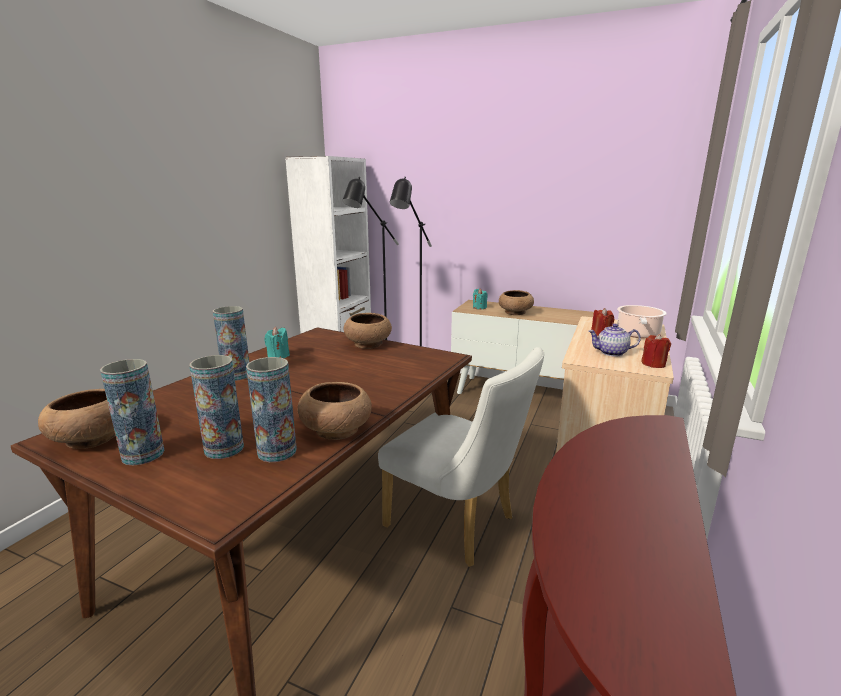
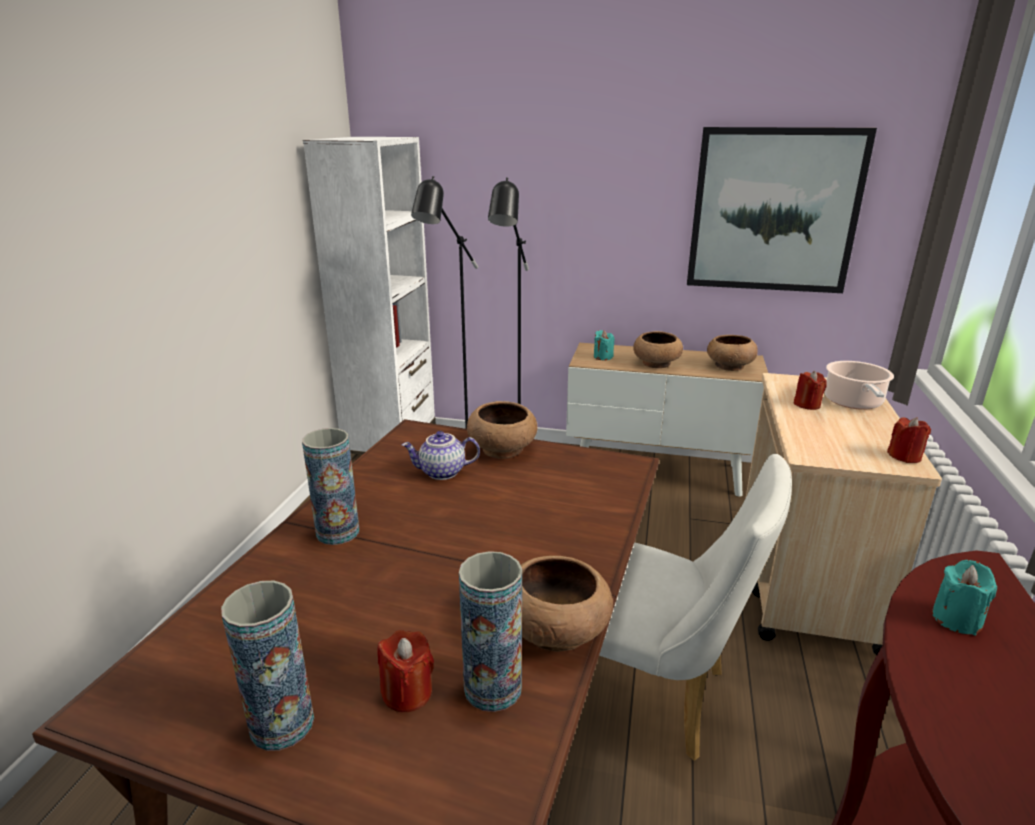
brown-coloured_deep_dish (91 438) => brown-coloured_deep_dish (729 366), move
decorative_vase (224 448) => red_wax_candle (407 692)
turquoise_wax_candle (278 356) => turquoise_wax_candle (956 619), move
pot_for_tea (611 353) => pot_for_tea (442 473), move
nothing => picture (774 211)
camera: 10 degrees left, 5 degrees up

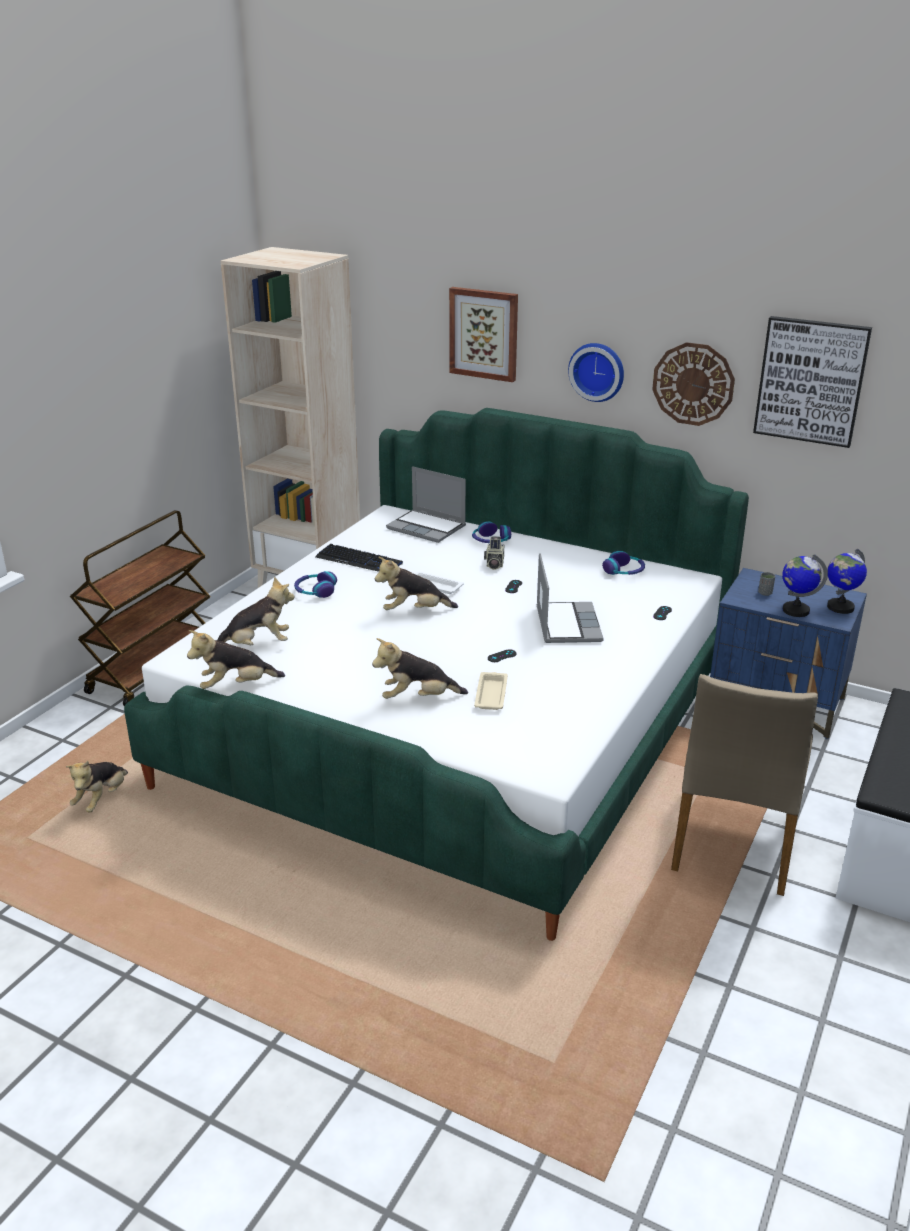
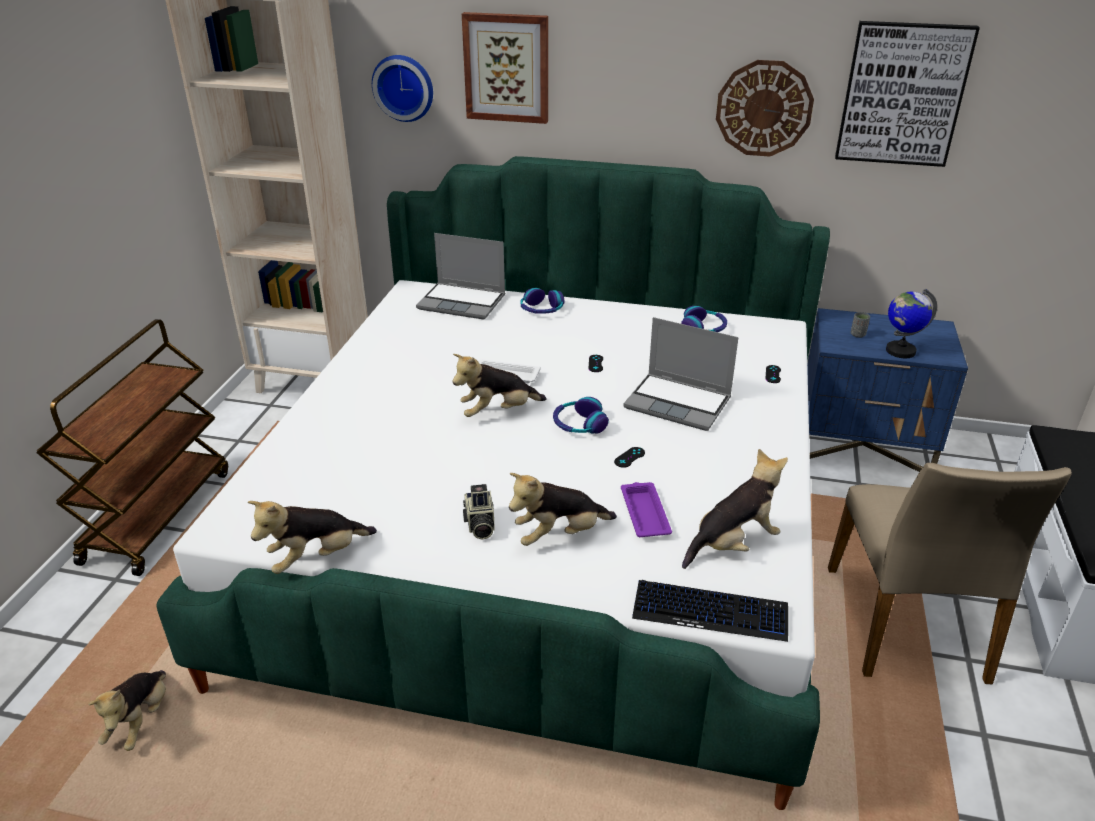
plush_toy (257 645) => plush_toy (733 543), move
pair_of_headphones (315 591) => pair_of_headphones (579 424), move
keyboard (359 561) => keyboard (710 612), move
beige-coloured_tray (491 694) => purple_tray (644 513)
photo_camera (494 564) => photo_camera (479 525), move
portable_computer (566 624) => portable_computer (679 403), 135 degrees clockwise
hanging_clock (597 371) => hanging_clock (404 87), move
desk_globe (840 607) => nothing
camera: 15 degrees left, 5 degrees up

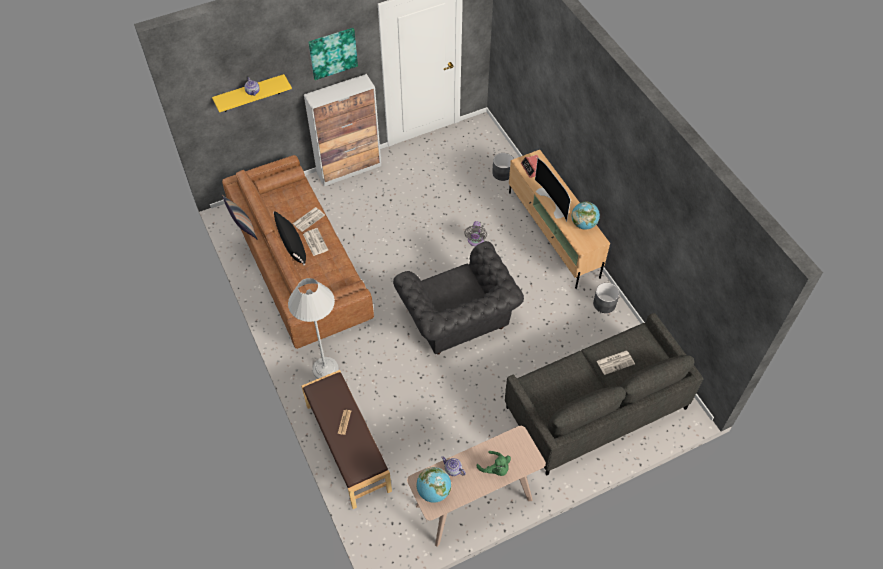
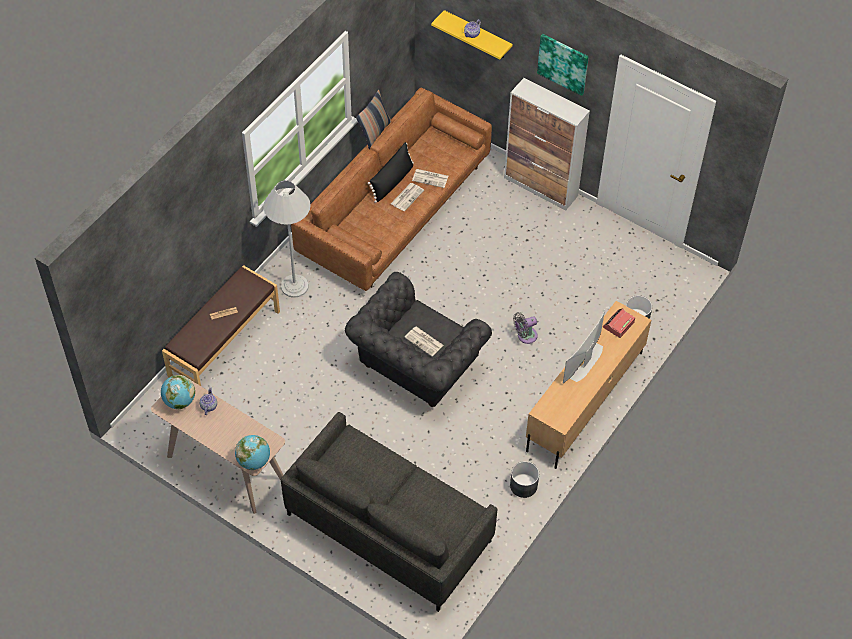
green_plush_toy (495 468) => nothing
desk_globe (583 224) => desk_globe (254 461), move
newspaper (615 362) => newspaper (424 341), move
camera: 60 degrees right, 0 degrees up

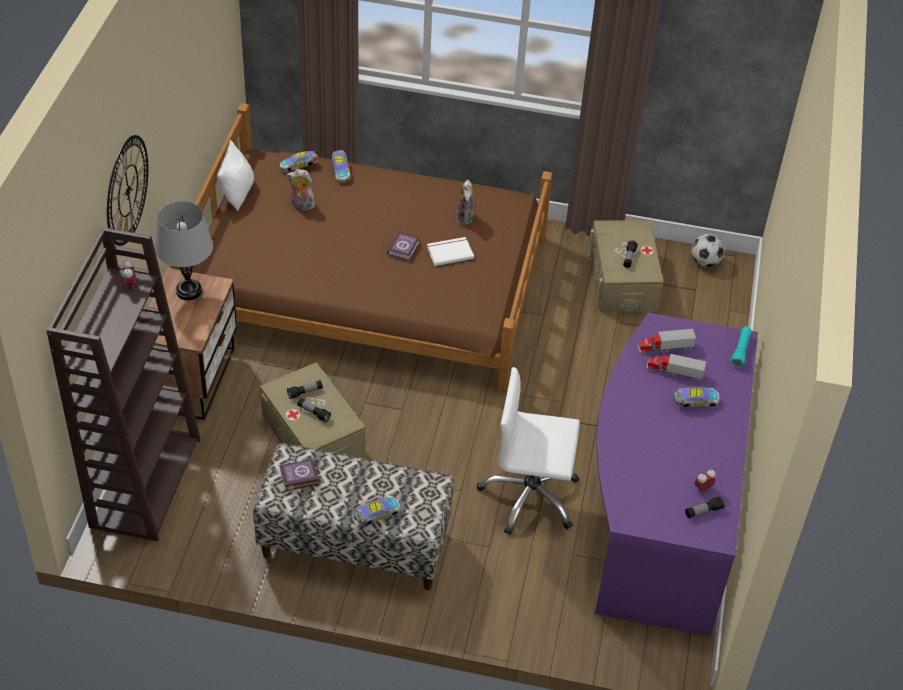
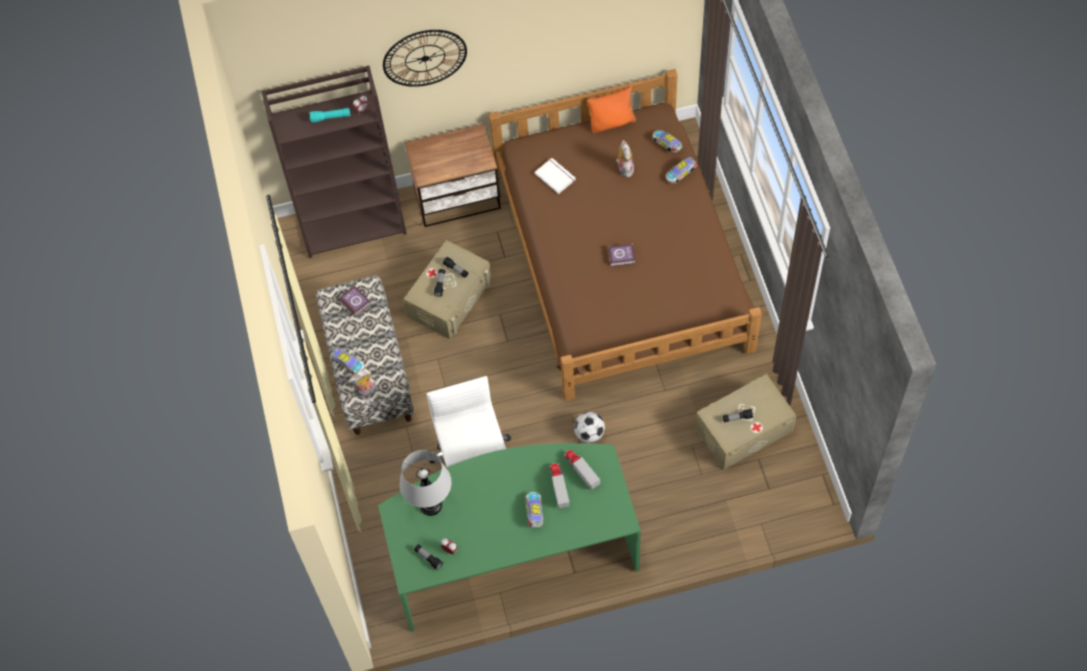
greyish_tabletop_lamp (189 291) => greyish_tabletop_lamp (430 504), move
white_cushion (236 193) => orange-coloured_cushion (612 122)
white_bound_book (449 252) => white_bound_book (555 176), move
plush_toy (466 218) => plush_toy (365 391), move
purple_desk (659 508) => green_desk (512 552)
miniature_car (694 402) => miniature_car (534 513), 150 degrees counterclockwise
football_ball (705 262) => football_ball (589 433), move
turquoise_torch (740 351) => turquoise_torch (330 117), move
camera: 70 degrees right, 15 degrees up

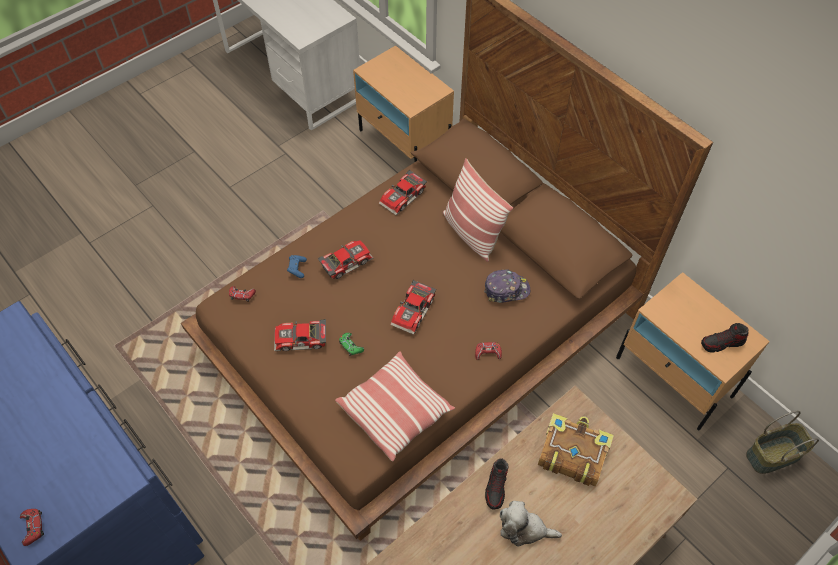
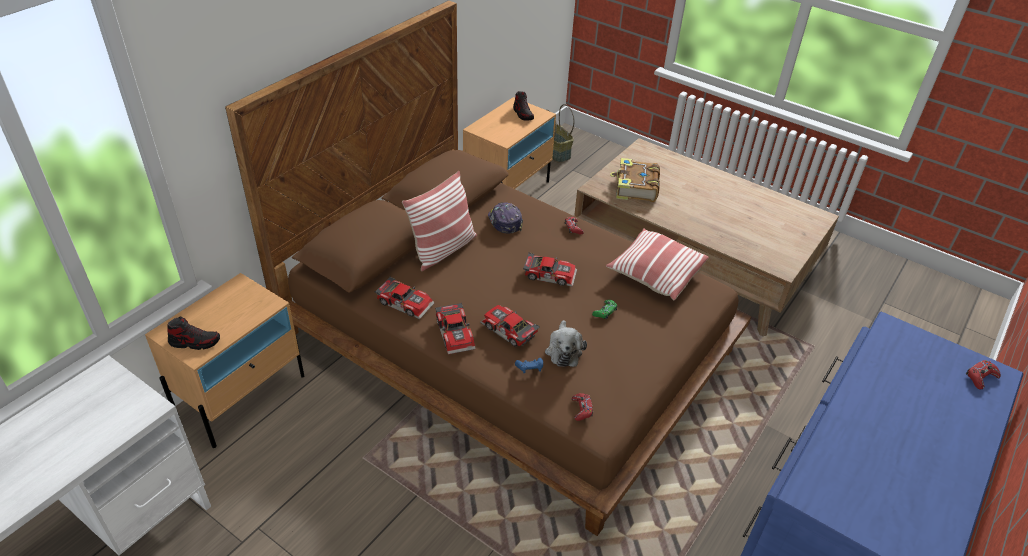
miniature_car (301 340) => miniature_car (456 333), move
low_shoe (496 487) => low_shoe (195 342), move
plush_toy (524 528) => plush_toy (563 350), move
camera: 105 degrees left, 15 degrees down

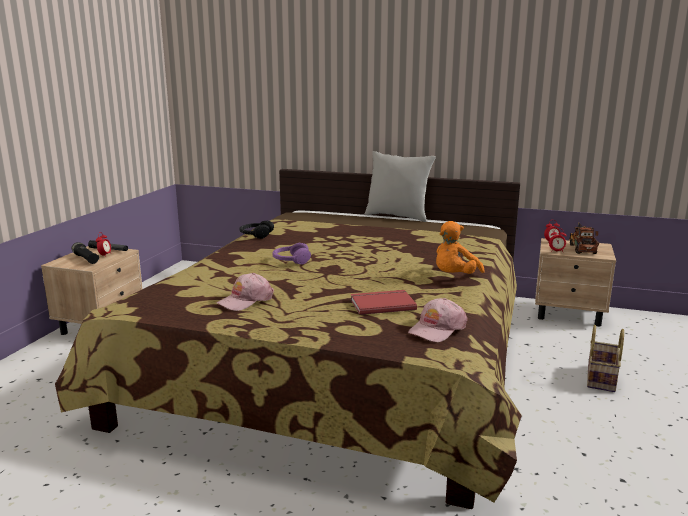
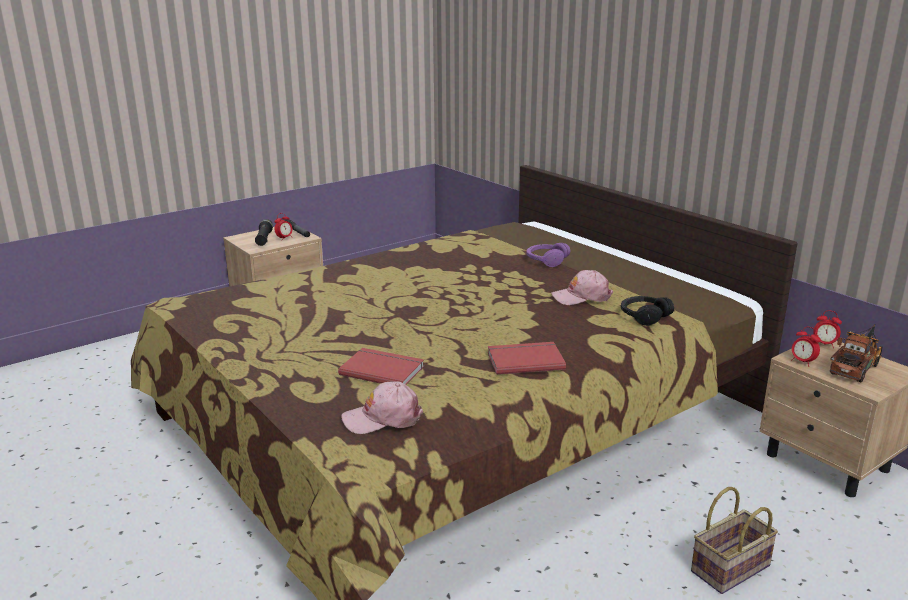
pinkish_baseball_cap (245 300) => pinkish_baseball_cap (581 297), move
black_pair_of_headphones (256 235) => black_pair_of_headphones (644 316), move
purple_pair_of_headphones (291 261) => purple_pair_of_headphones (546 261), move
greyish_cushion (397 216) => nothing
orange-coloured_plush_toy (454 277) => red_bound_book (524 360)
camera: 35 degrees right, 5 degrees up

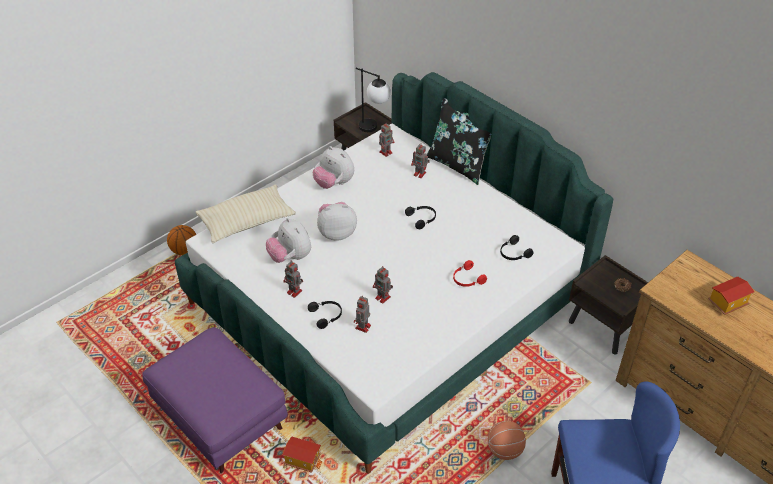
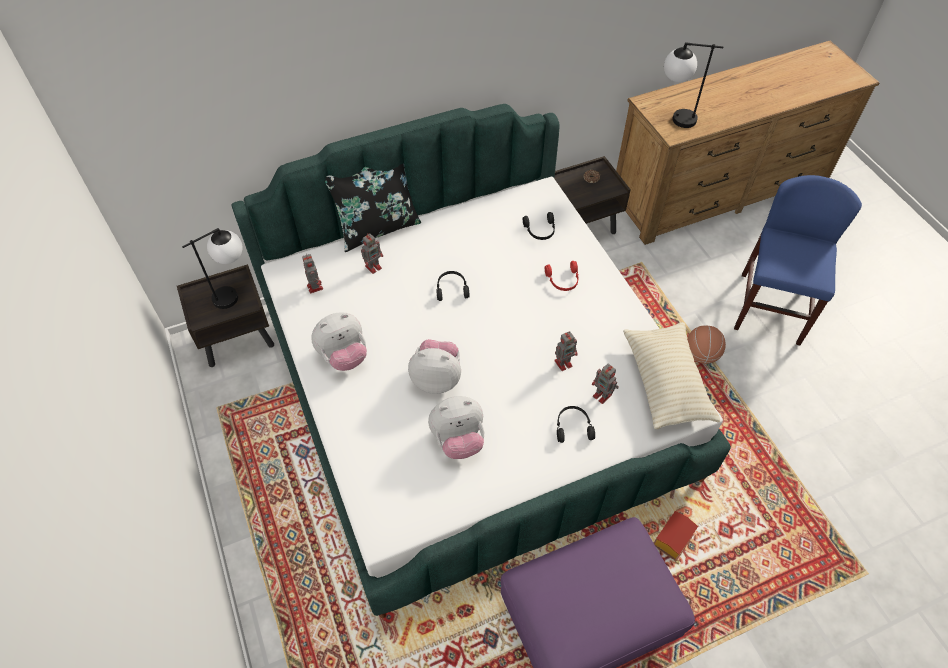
basketball (184 250) => nothing
beige-coloured_cushion (247 222) => beige-coloured_cushion (666 383), move
model_robot (295 292) => nothing
plush_toy (336 233) => plush_toy (437 378), 90 degrees clockwise
miniature_house (727 303) => nothing
nothing => tabletop_lamp (674 119)
camera: 70 degrees left, 10 degrees up

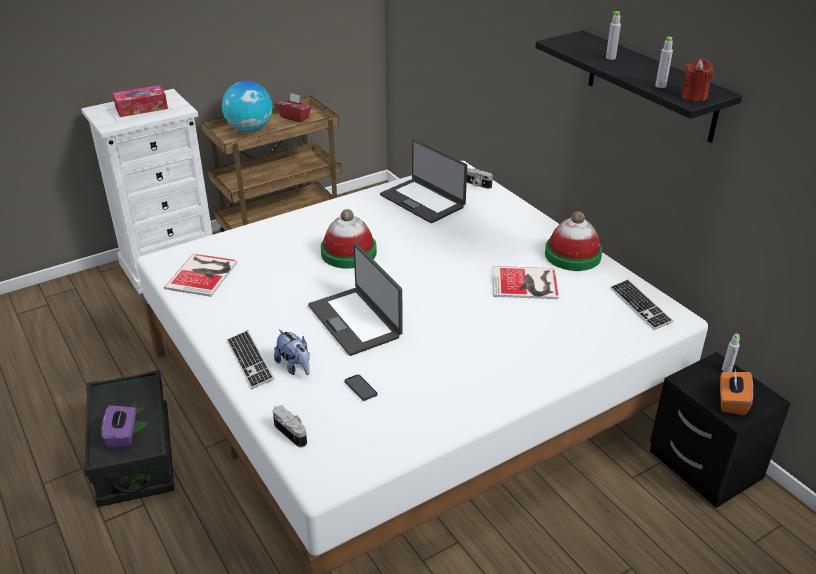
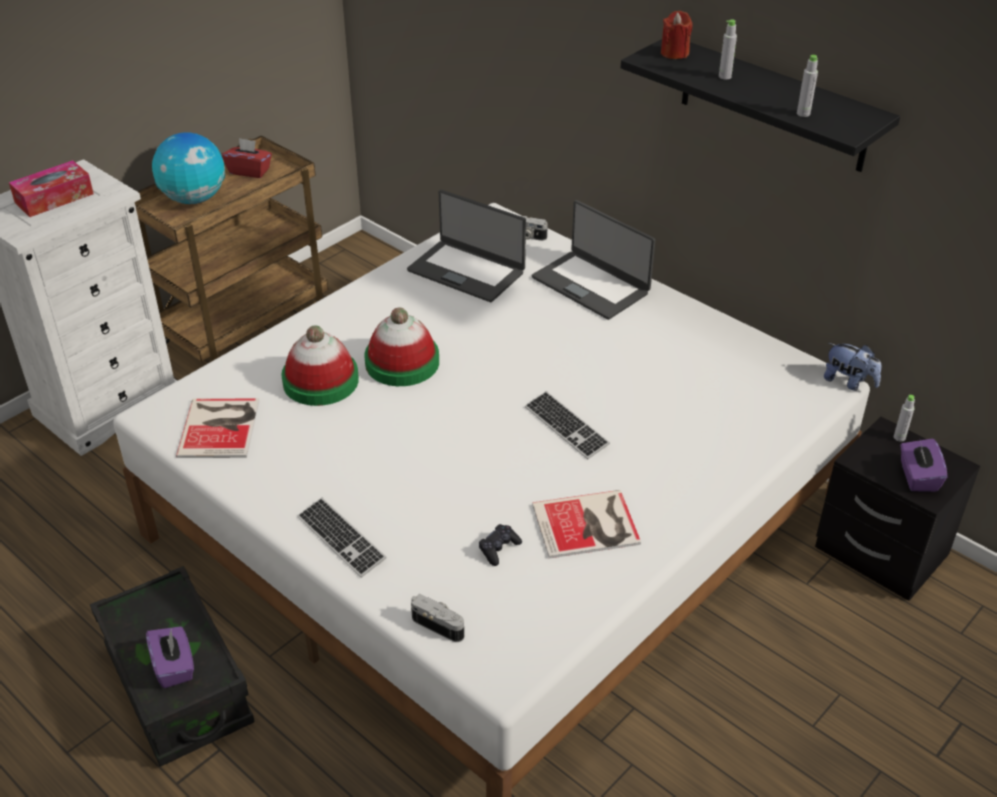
plush_toy (295 367) => plush_toy (849 382), move
portable_computer (355 321) => portable_computer (591 285), move
phone (360 388) => black_game_controller (499 549)
bound_book (526 284) => bound_book (588 525), move
clothing_hat (572 255) => clothing_hat (320 381), move
keyboard (640 306) => keyboard (566 427), move
red_wax_candle (693 96) => red_wax_candle (674 53), move
orange-coloured_tissue_box (731 402) => purple_tissue_box (917 477)
camera: 15 degrees left, 5 degrees up

